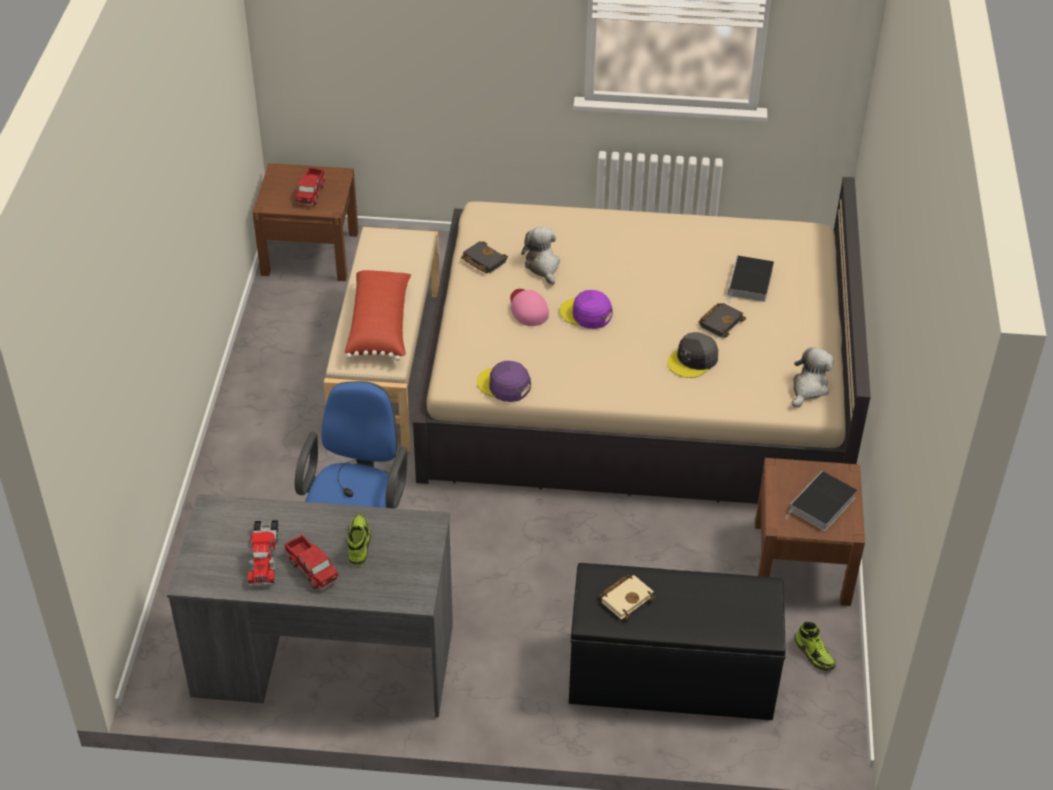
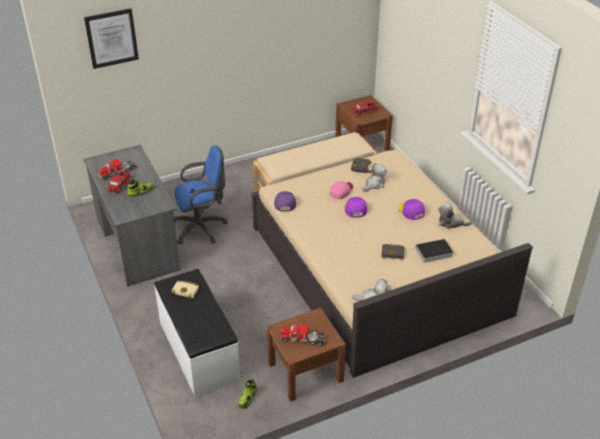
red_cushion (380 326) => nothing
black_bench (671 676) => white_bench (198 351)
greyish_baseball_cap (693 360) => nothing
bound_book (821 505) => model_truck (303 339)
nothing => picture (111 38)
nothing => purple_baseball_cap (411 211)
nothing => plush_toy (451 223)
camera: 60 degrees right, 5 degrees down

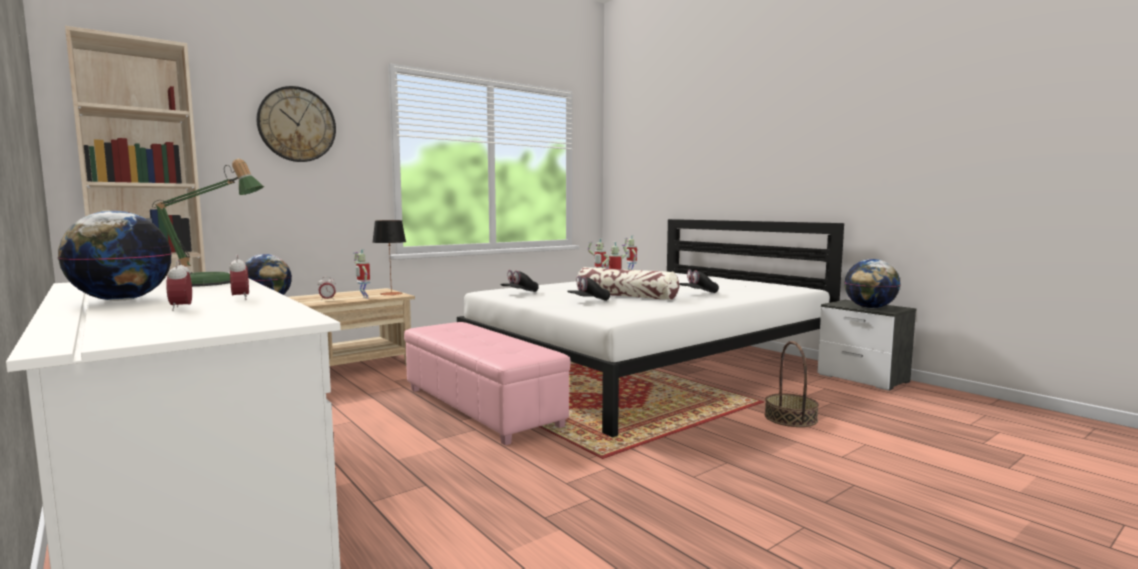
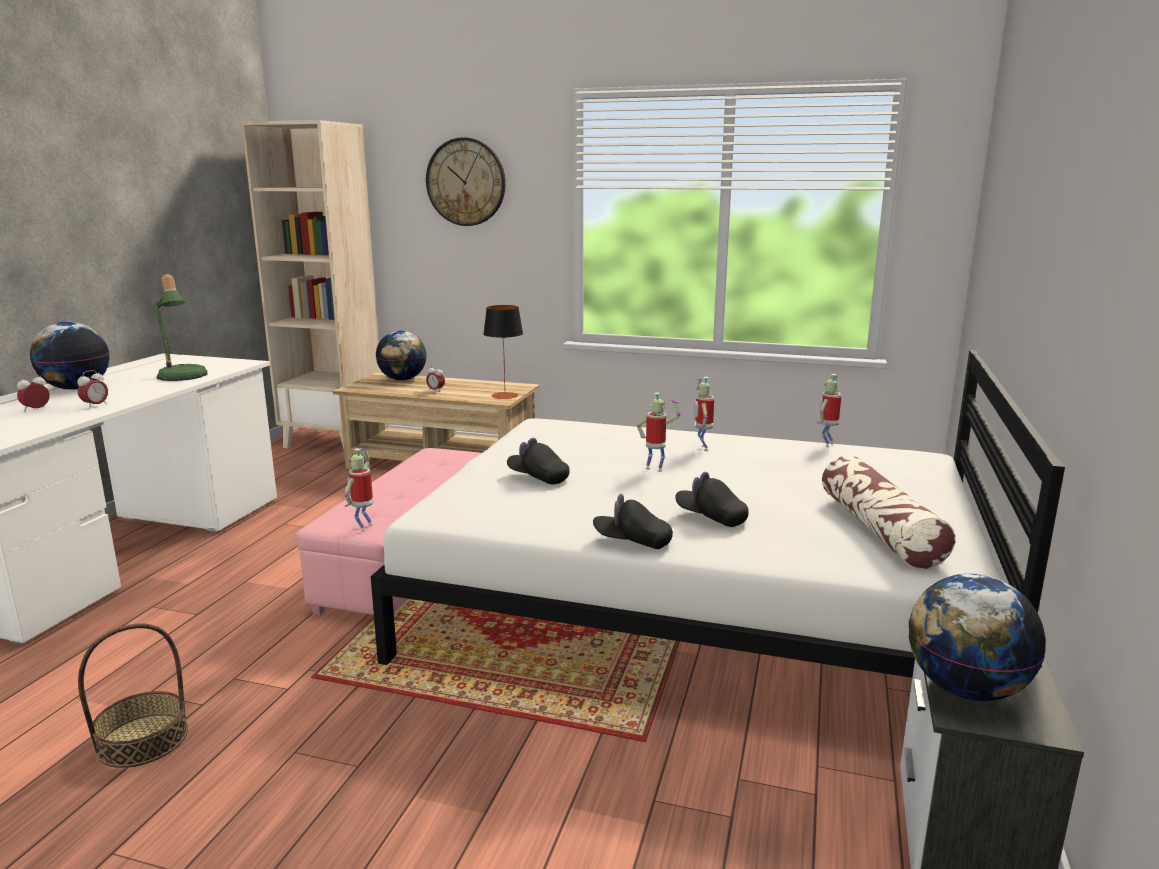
model_robot (363 298) => model_robot (364 527), move
black_baseball_cap (519 293) => black_baseball_cap (632 542), move
cushion (626 296) => cushion (879 530), move
household_basket (791 418) => household_basket (143 740), move
camera: 55 degrees right, 10 degrees up

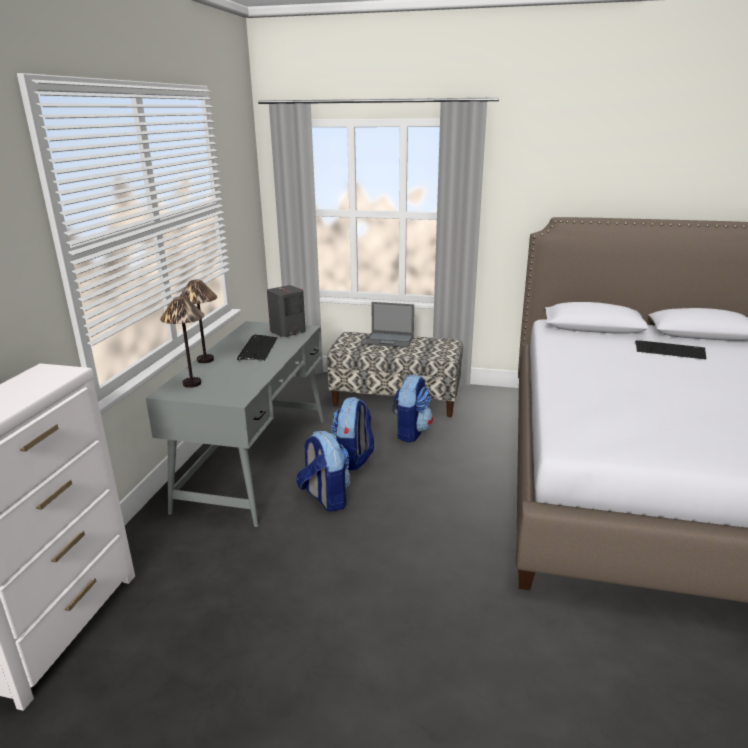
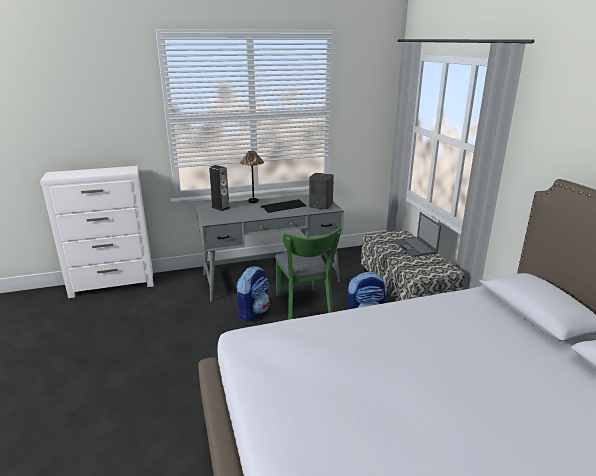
tabletop_lamp (191 383) => loudspeaker (220 207)
backpack (353 459) => green_chair (304 307)
keyboard (670 351) => nothing
camera: 60 degrees right, 0 degrees up

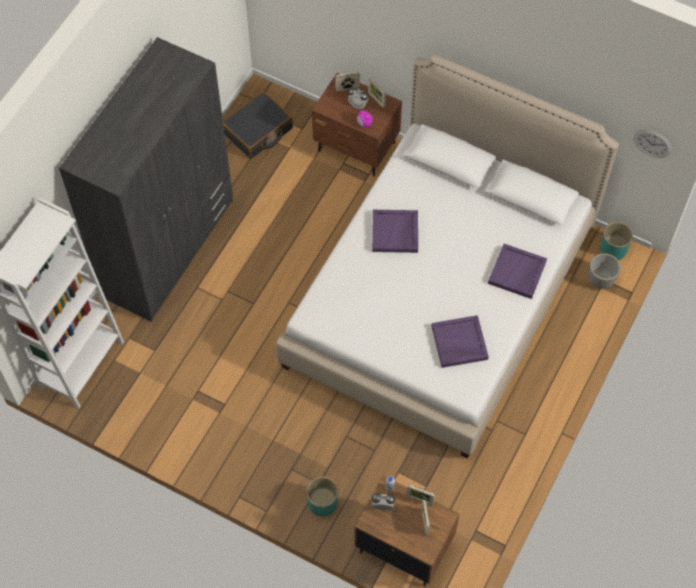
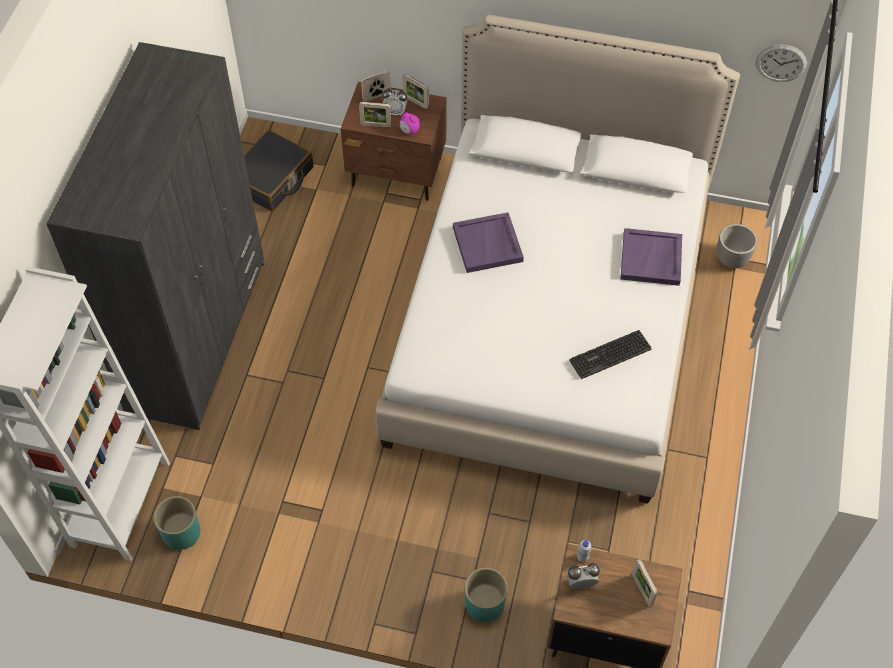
photo_frame (419 499) => photo_frame (375 125), move
purple_tray (459 343) => keyboard (610 357)
turquoise_flower_pot (613 249) => turquoise_flower_pot (181 533), move
camera: 15 degrees left, 5 degrees down

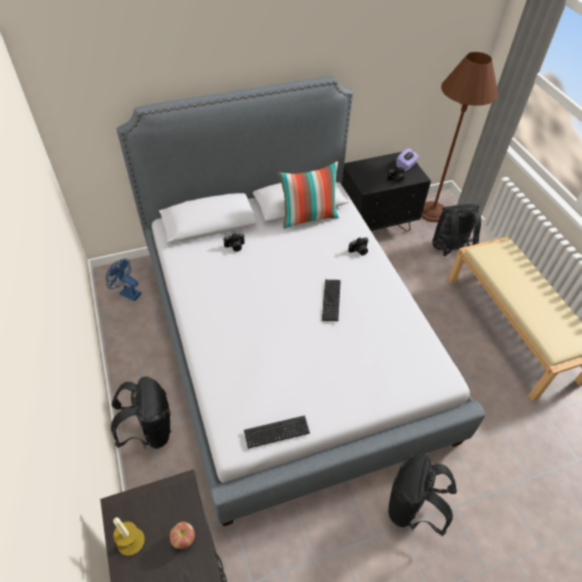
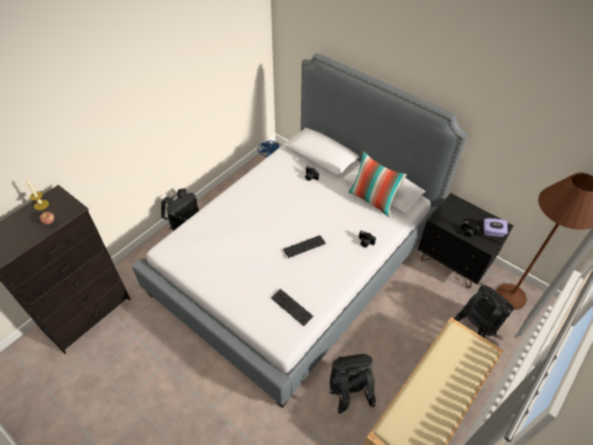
keyboard (276 432) => keyboard (291 307), move
black_backpack (412 508) => black_backpack (348 393), move
camera: 60 degrees right, 0 degrees up

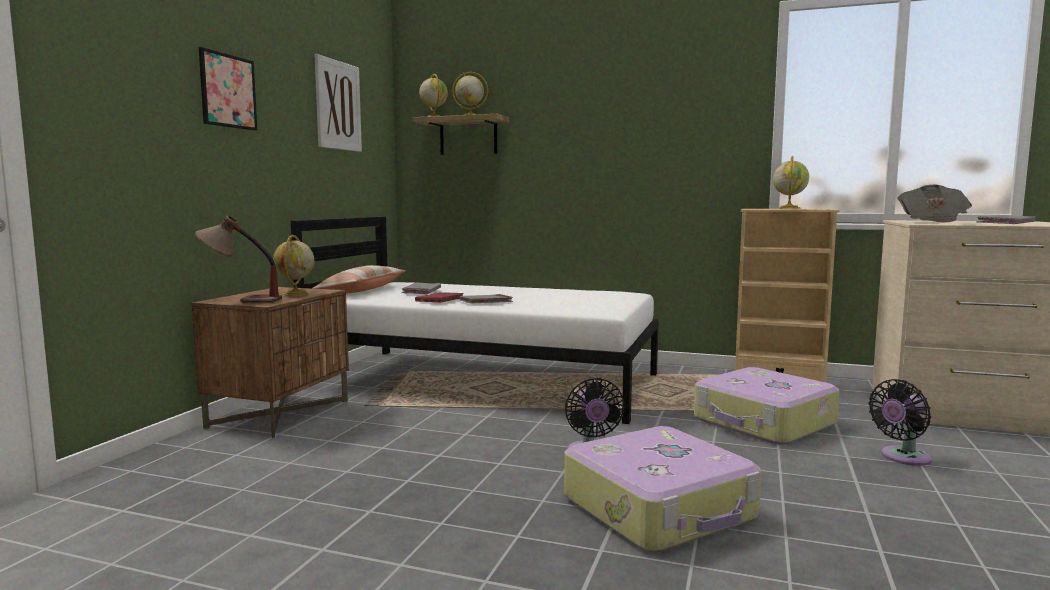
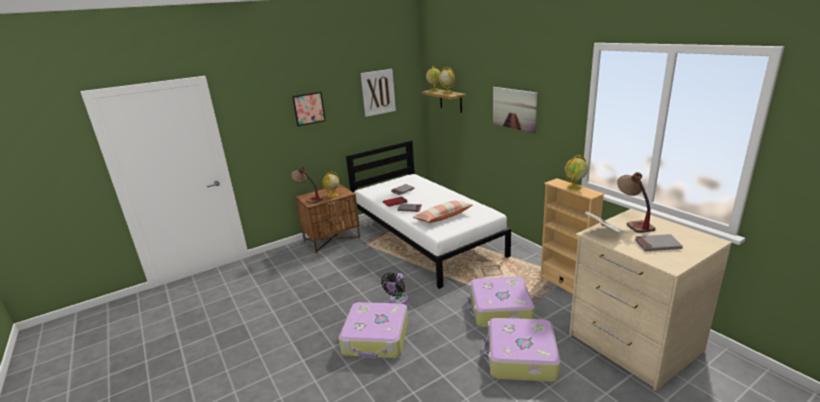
cushion (361 291) => cushion (443 217), move
black_cooling_fan (902 458) => suitcase (520 358)
nothing => picture (514 109)
nothing => tabletop_lamp (632 222)
camera: 40 degrees right, 15 degrees up

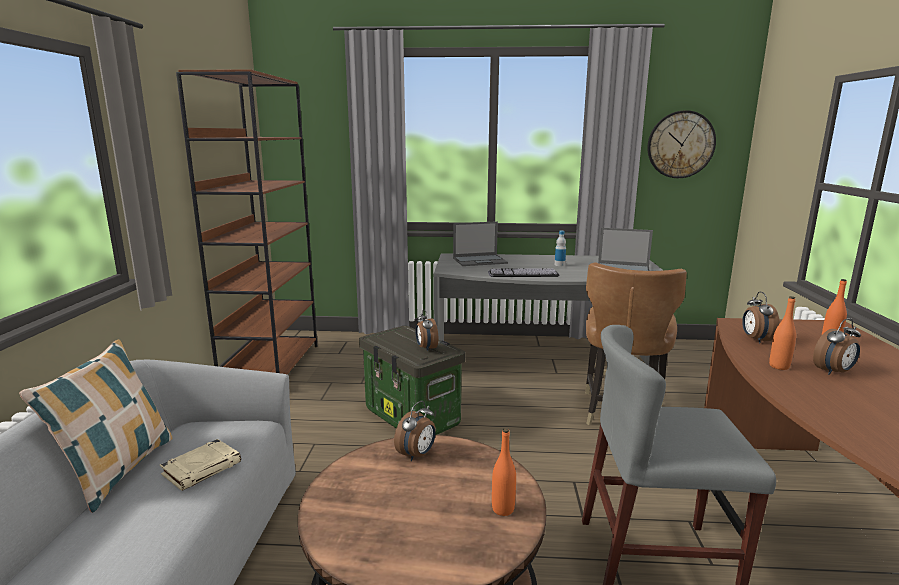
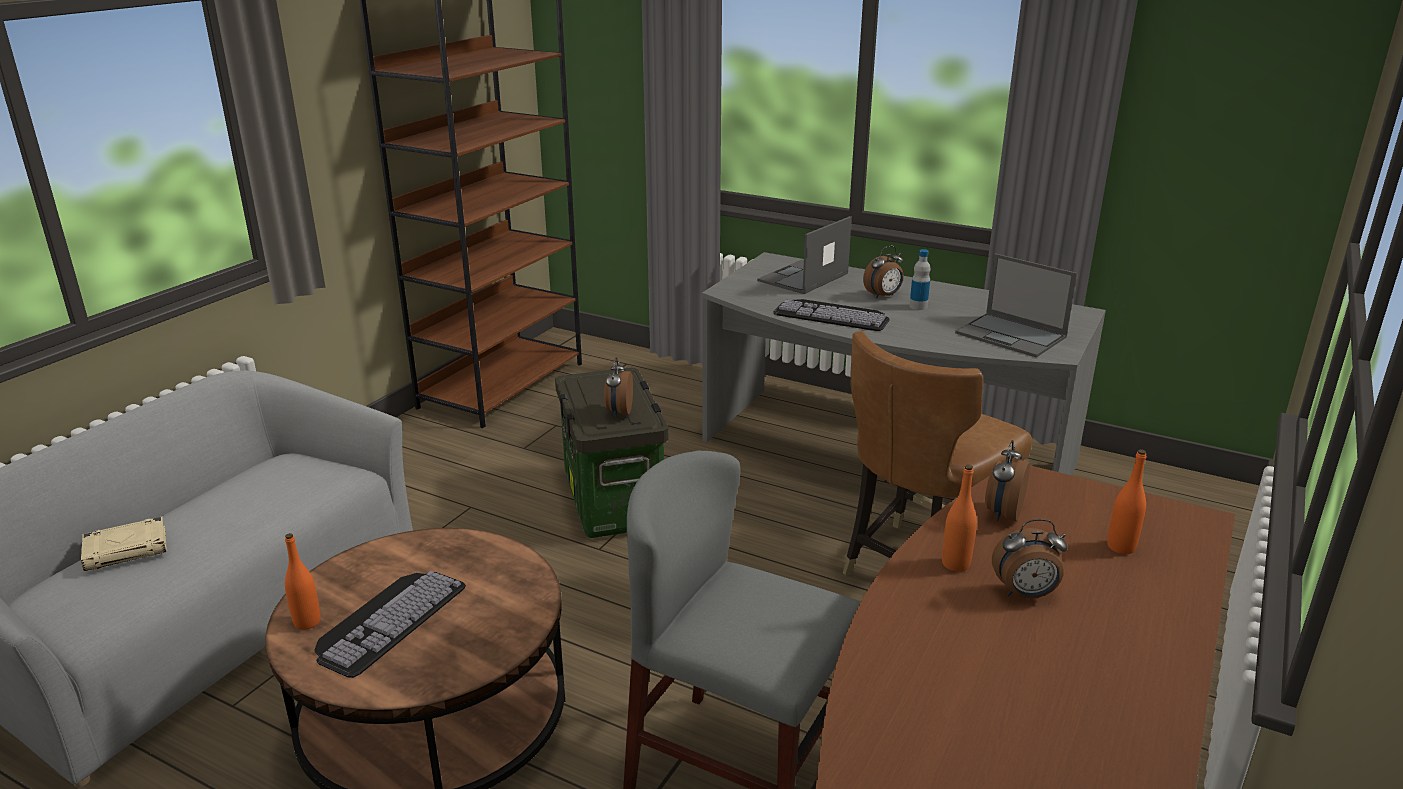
cushion (118 471) => nothing
beige-coloured_bound_book (202 468) => beige-coloured_bound_book (127 549), move
alarm_clock (417 455) => alarm_clock (883 296), move
portable_computer (480 260) => portable_computer (802 278), 120 degrees clockwise
orange-coloured_beverage_bottle (503 509) => orange-coloured_beverage_bottle (307 622), move
hanging_clock (680 144) => nothing
nothing => keyboard (387 618)
camera: 25 degrees right, 10 degrees up

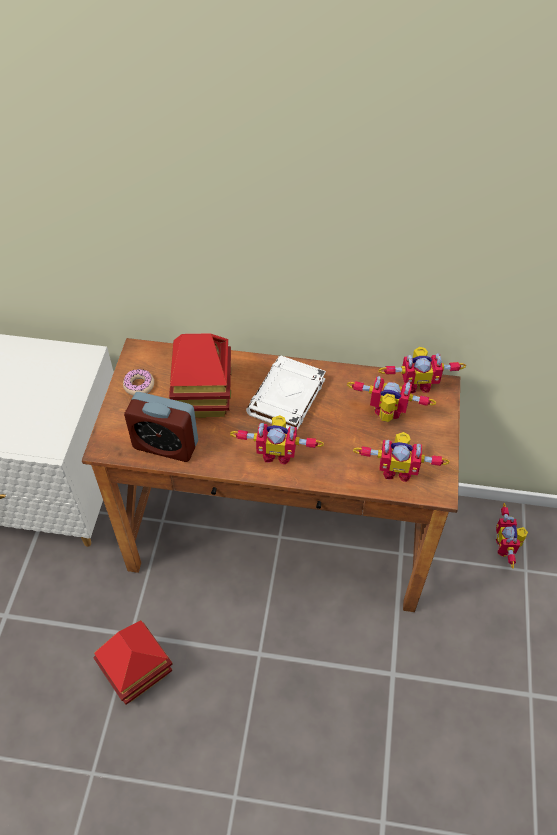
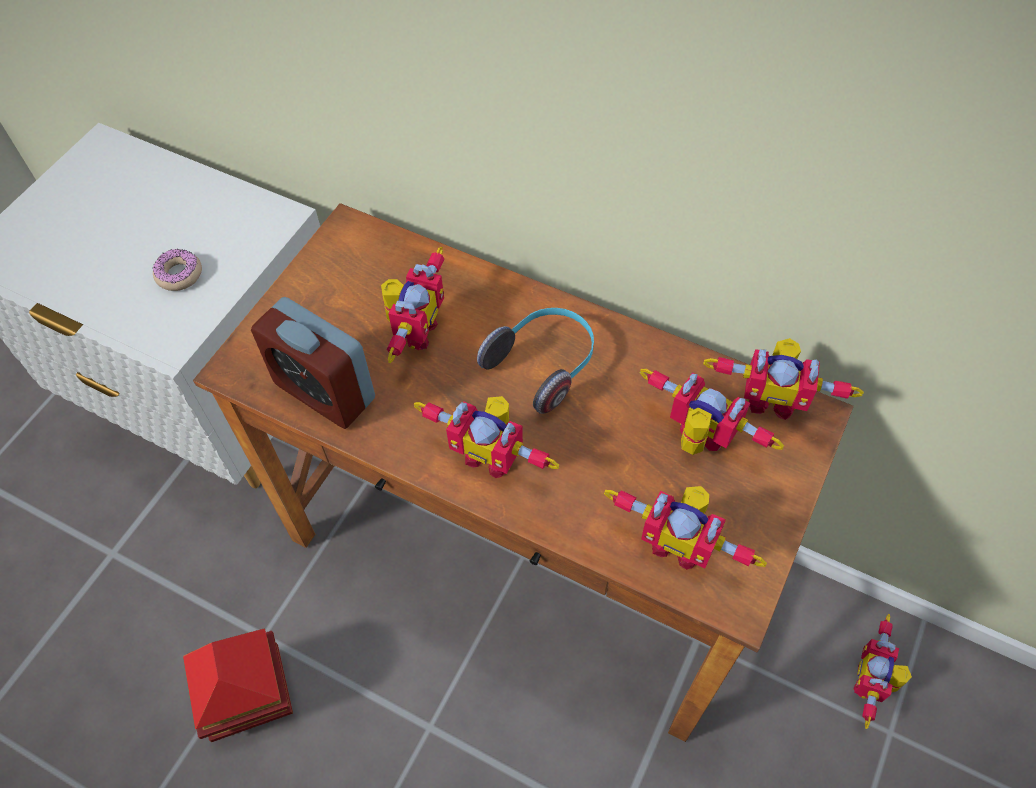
donut (139 385) => donut (179 274), move
miniature_house (204 398) => model_robot (414 331)
white_bound_book (286 398) => pair_of_headphones (544 365)
camera: 20 degrees right, 5 degrees up

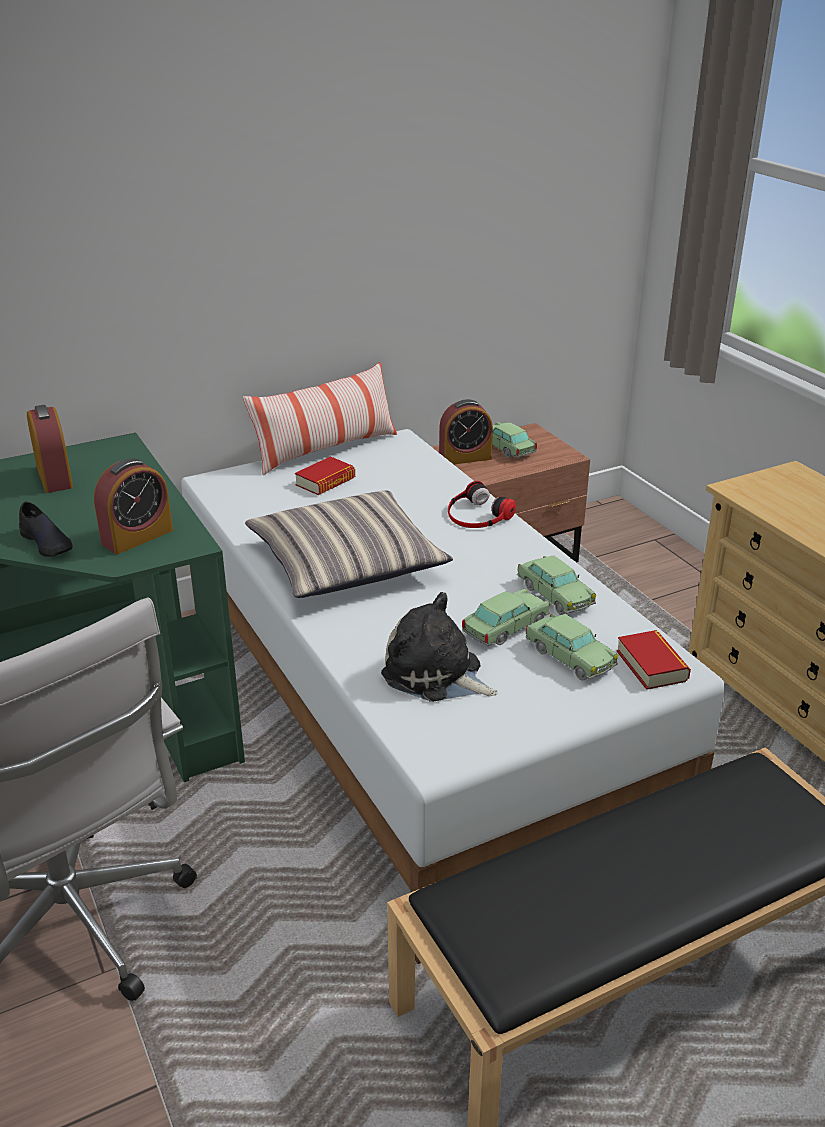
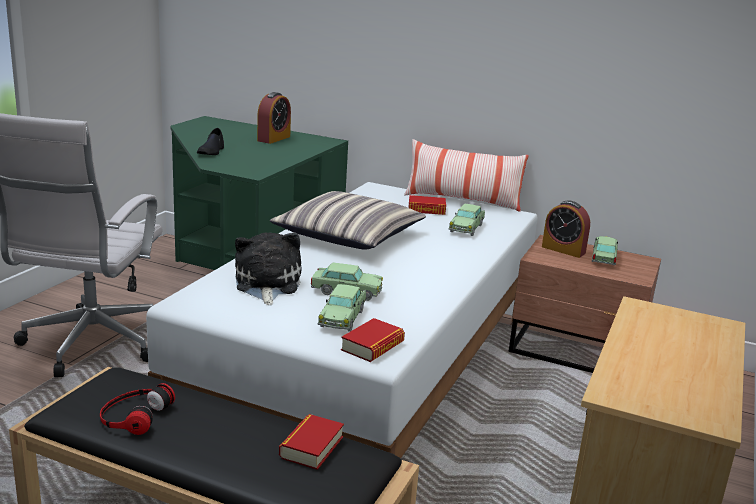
alarm_clock (137 537) => nothing
pair_of_headphones (477 515) => pair_of_headphones (134 415), move
miniature_car (555 595) => miniature_car (466 228), move
nothing => bound_book (311 447)
camera: 50 degrees right, 10 degrees down

